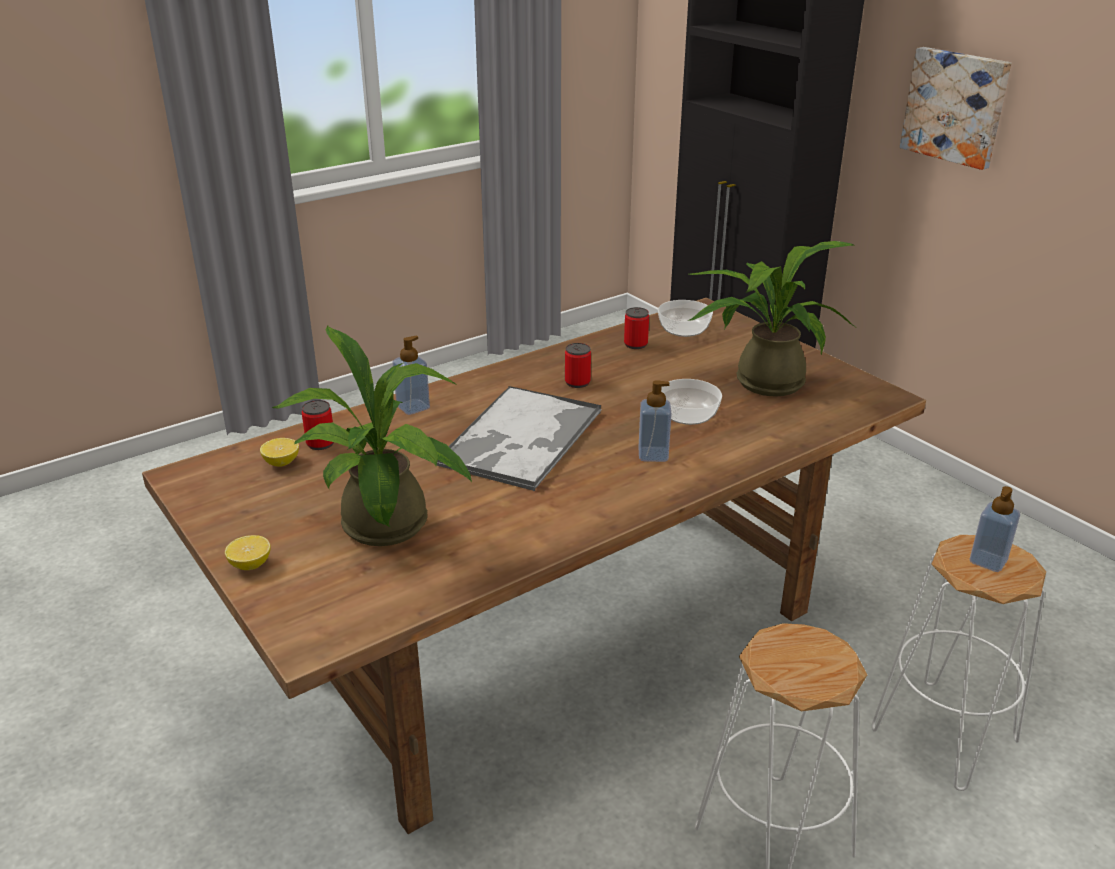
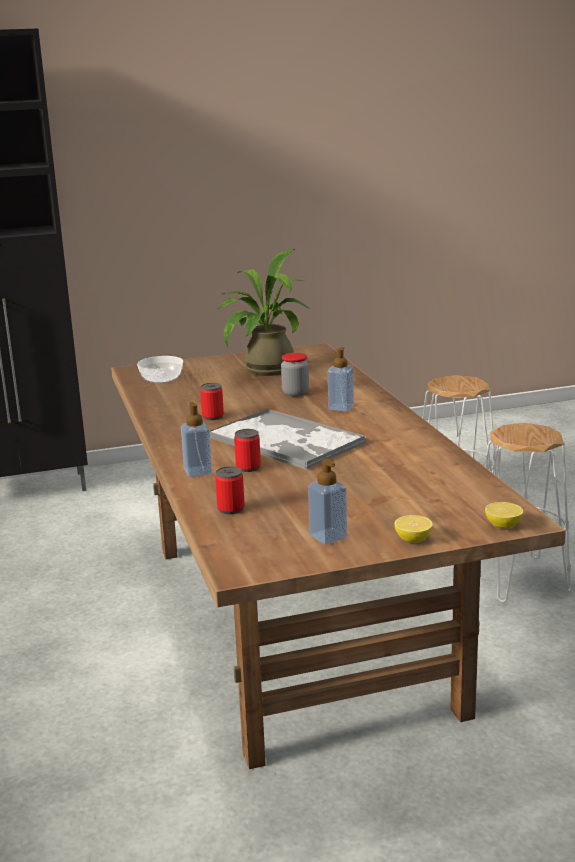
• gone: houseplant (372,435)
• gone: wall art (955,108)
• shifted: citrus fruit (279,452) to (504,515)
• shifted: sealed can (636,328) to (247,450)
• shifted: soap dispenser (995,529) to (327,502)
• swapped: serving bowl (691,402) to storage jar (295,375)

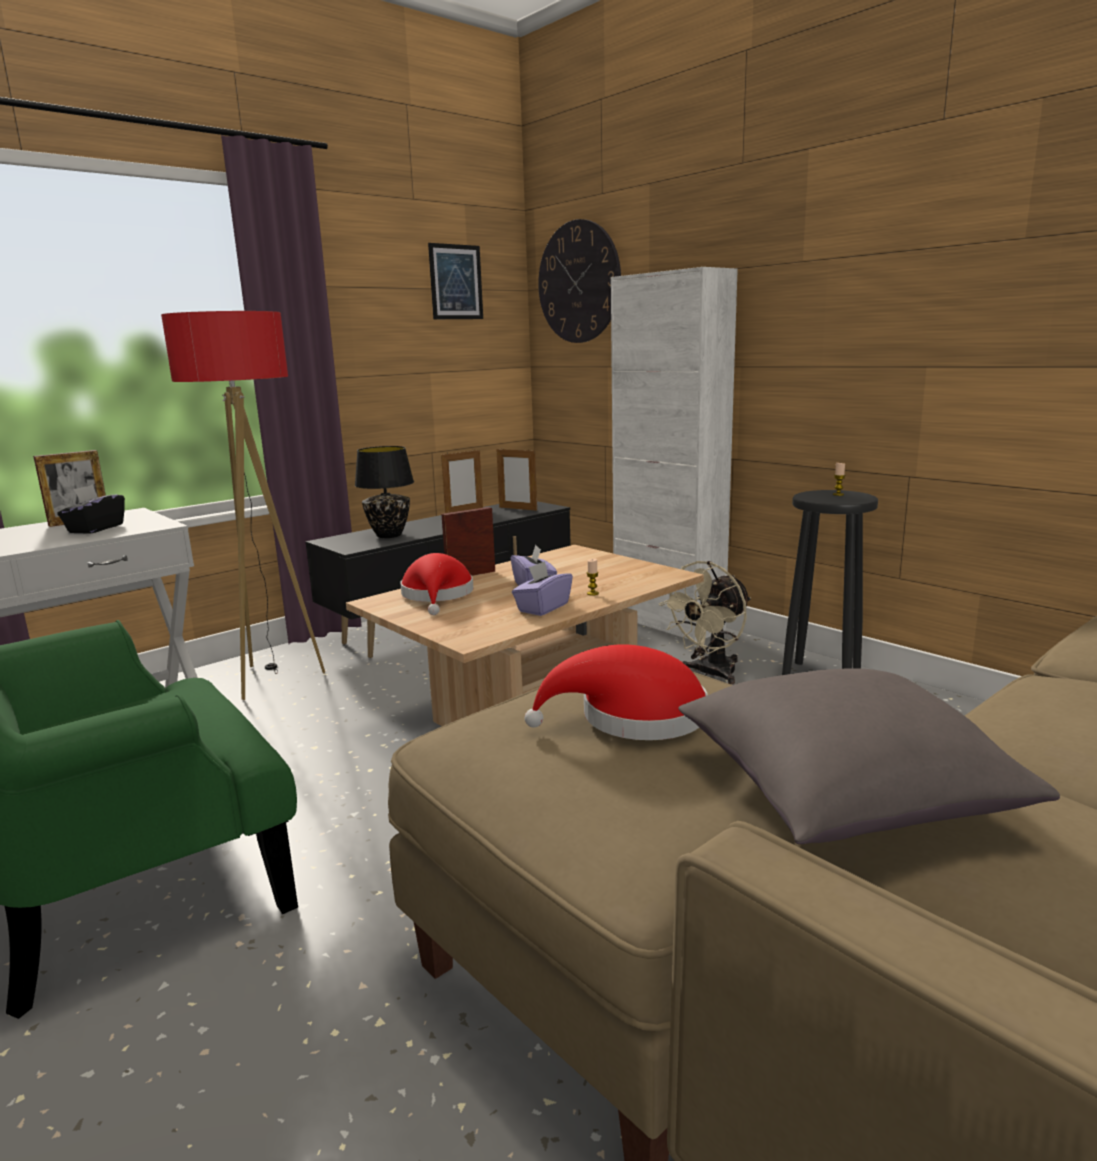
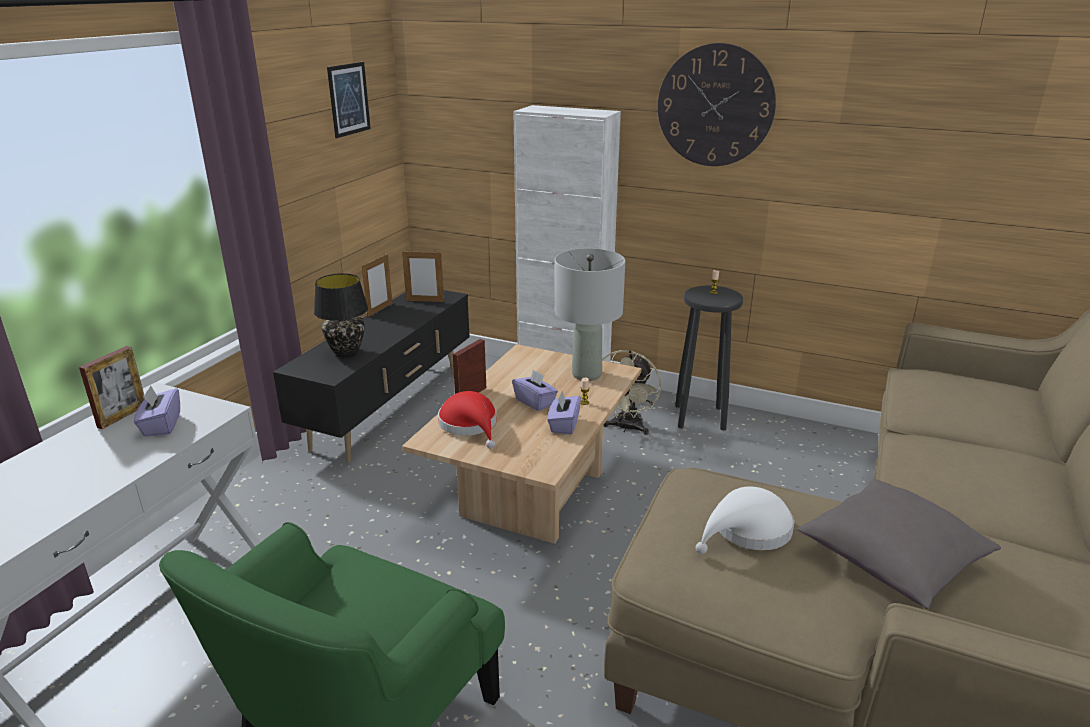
• gone: floor lamp (243,505)
• new: gray tabletop lamp (589,314)
• shifted: hanging clock (579,281) to (717,104)
• repainted: black box of tissues (91,509) to purple-coloured box of tissues (157,411)
• repainted: reddish wearable hat (616,692) to white wearable hat (745,520)

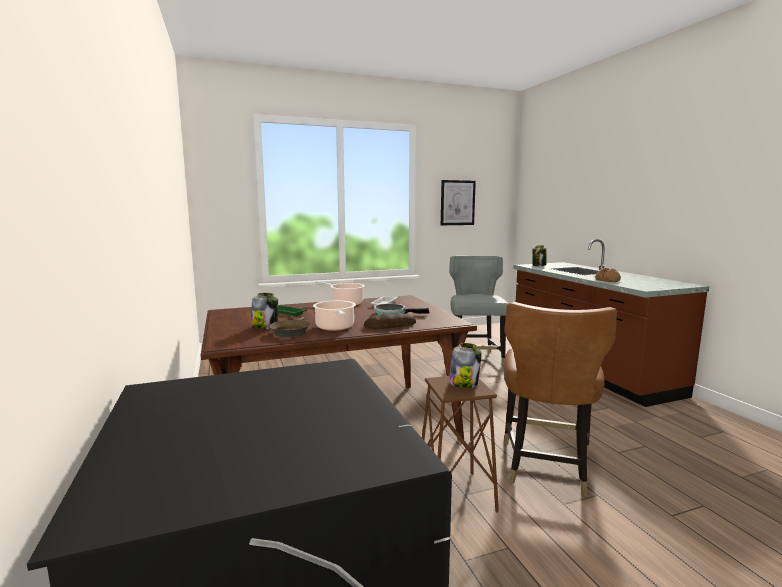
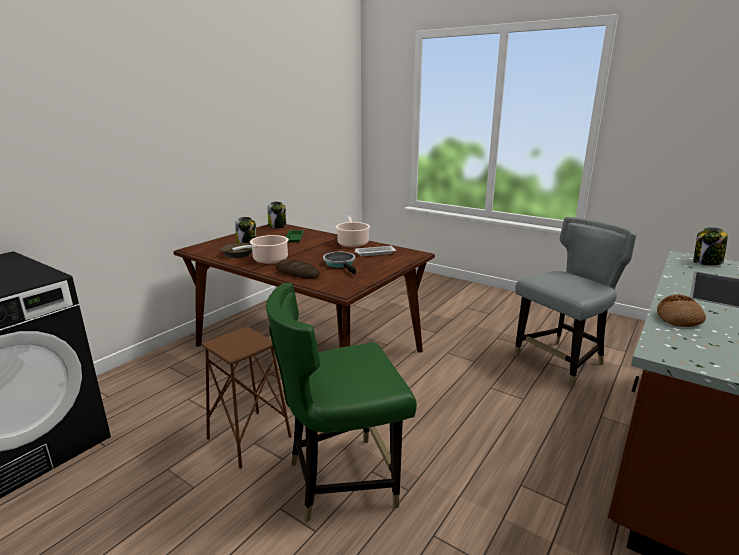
• gone: wall art (458,202)
• shifted: storage jar (465,365) to (276,215)
• repainted: brown-coloured chair (560,399) to green-coloured chair (341,403)

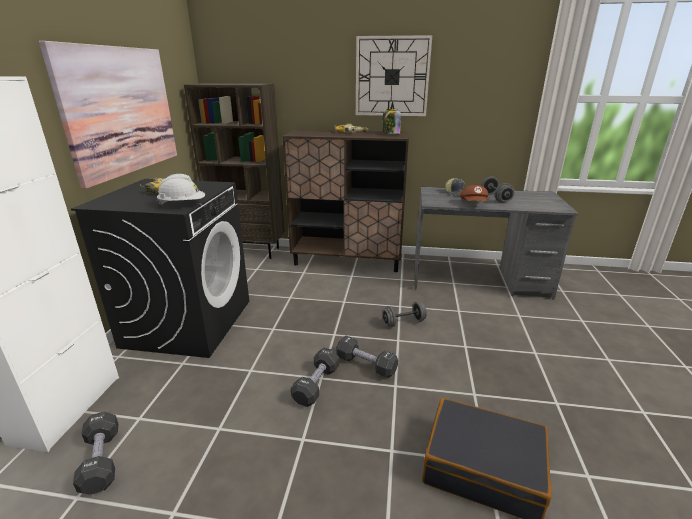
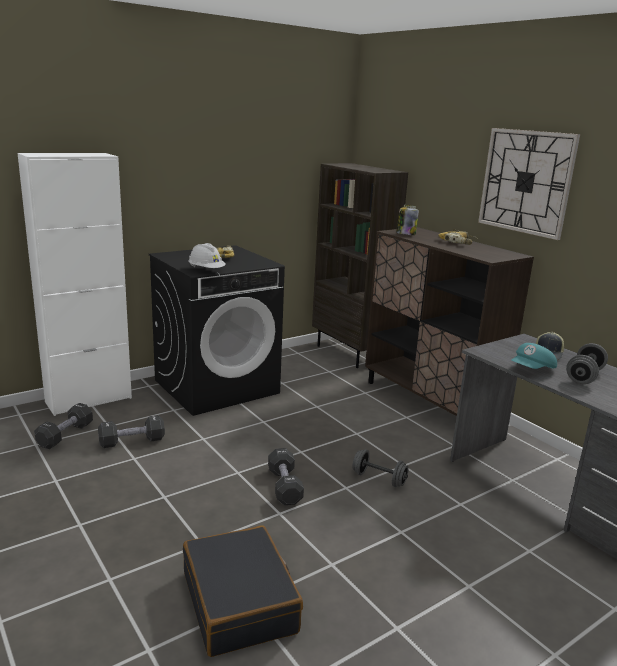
• gone: wall art (108,115)
• shifted: black dumbbell (315,377) to (131,431)
• shifted: storage jar (392,121) to (407,220)
• repainted: brown-coloured peaked cap (474,193) to turquoise-coloured peaked cap (534,356)

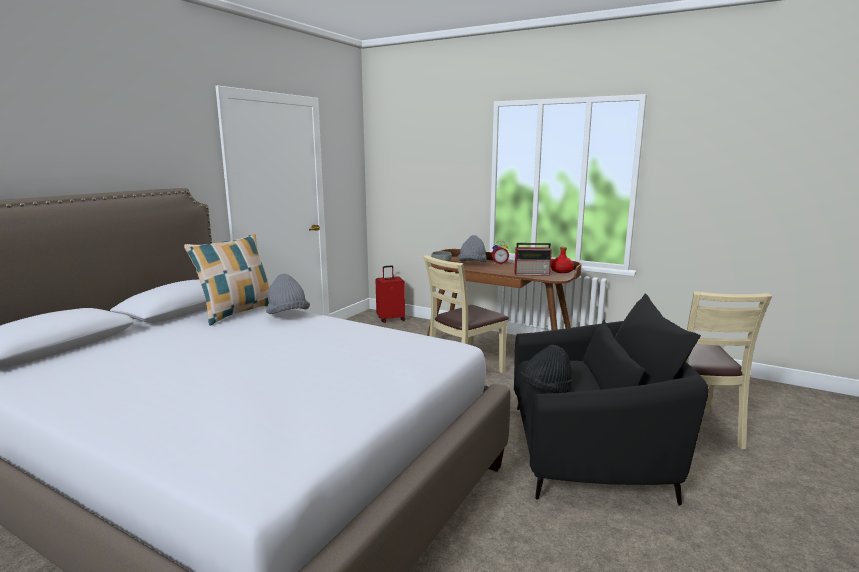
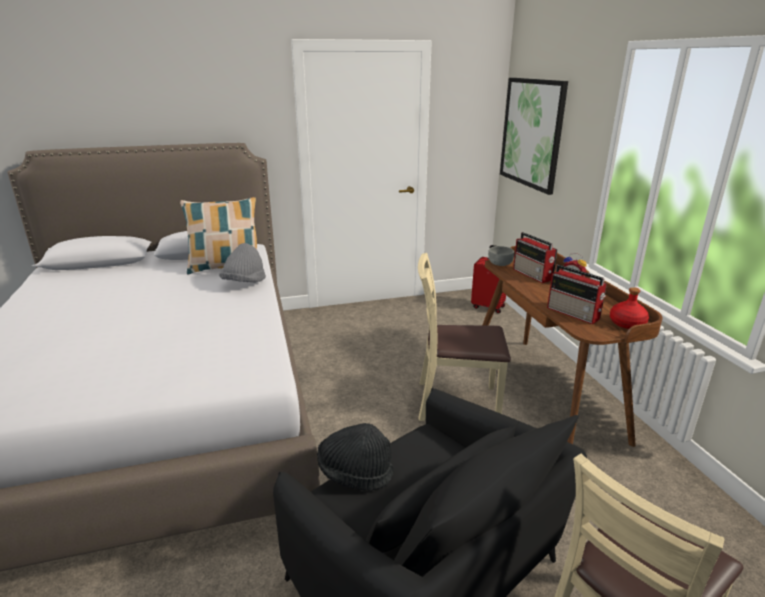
• new: wall art (534,136)
• swapped: gray wearable hat (472,249) to radio (535,257)

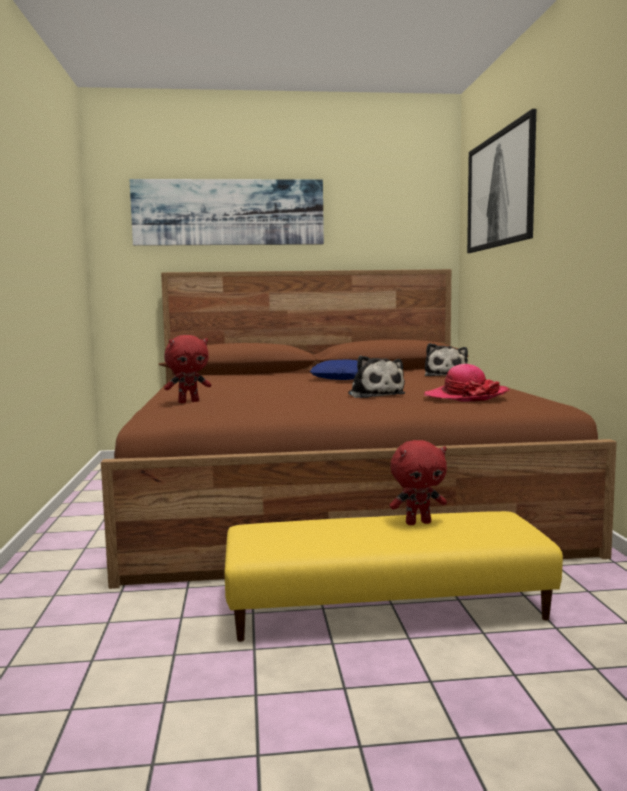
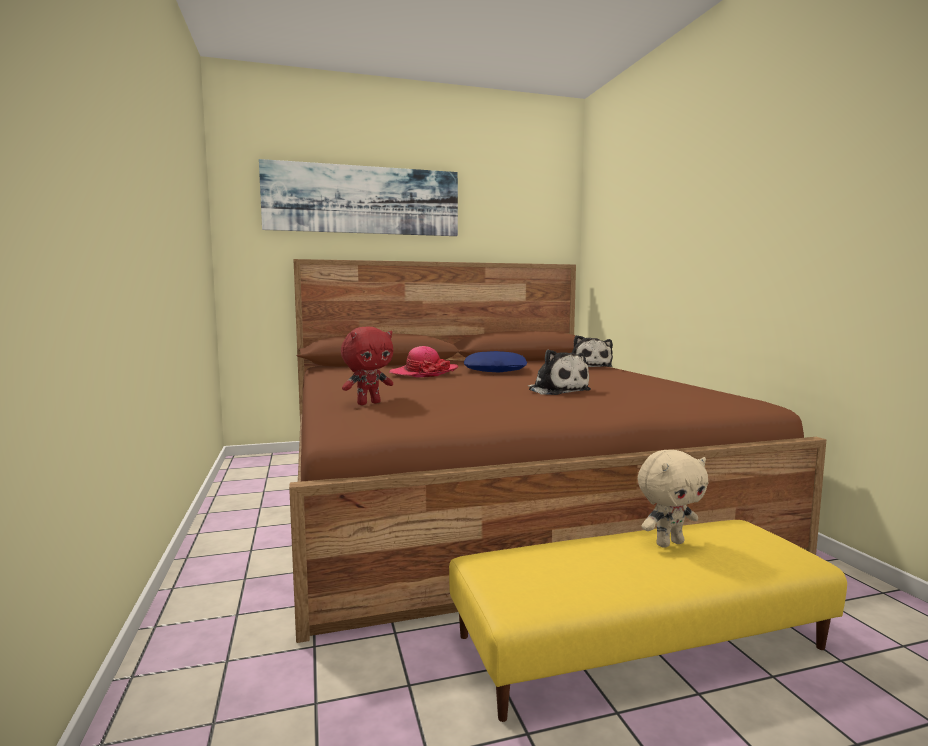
• gone: wall art (501,181)
• shifted: wearable hat (467,383) to (423,361)
• repainted: reddish soft toy (418,482) to sand-coloured soft toy (673,499)

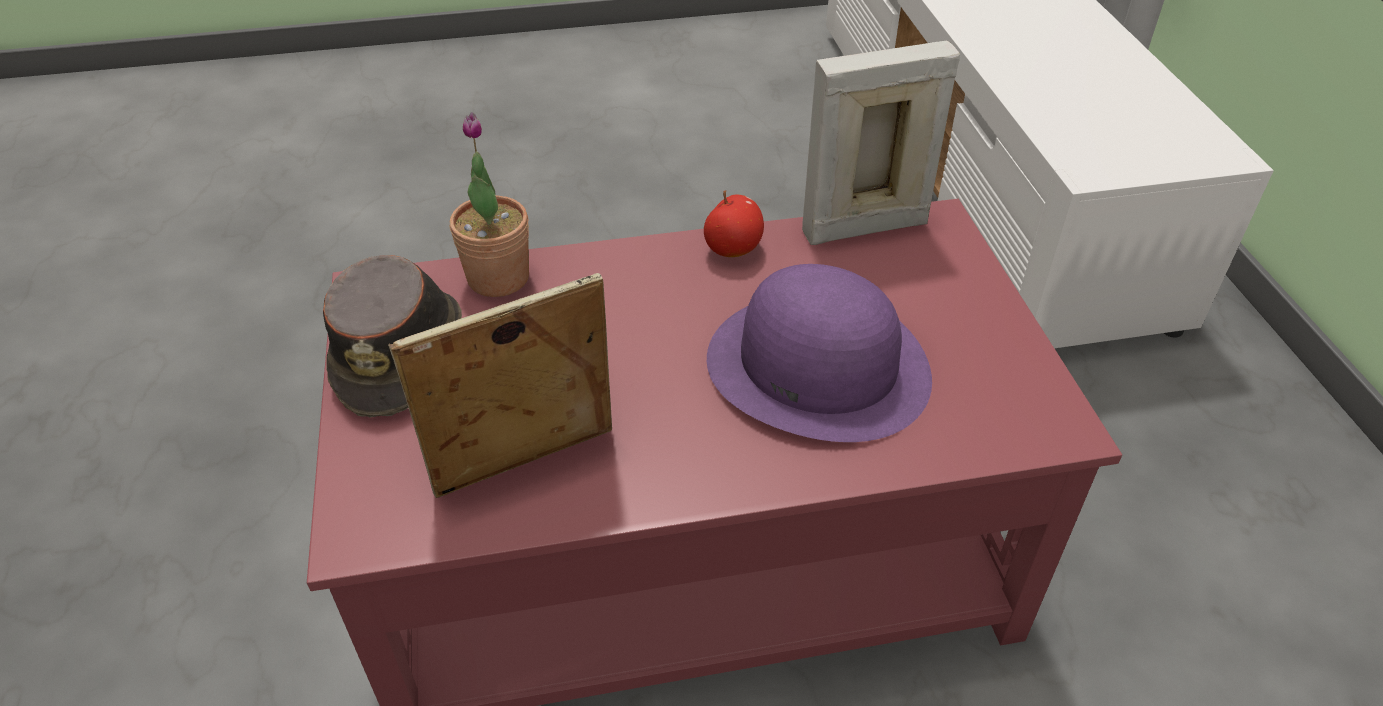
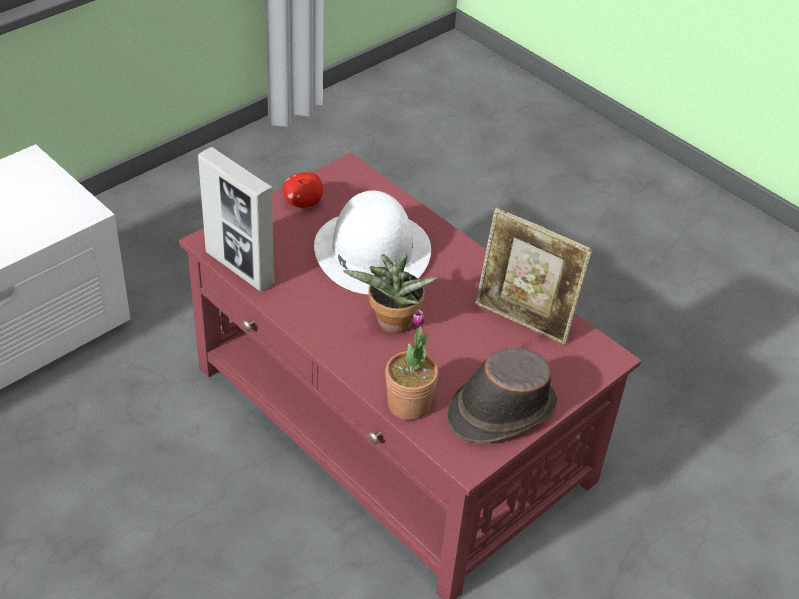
• new: houseplant (390,294)
• shifted: whole apple (734,223) to (303,190)
• repainted: purple-coloured wearable hat (819,353) to white wearable hat (372,242)

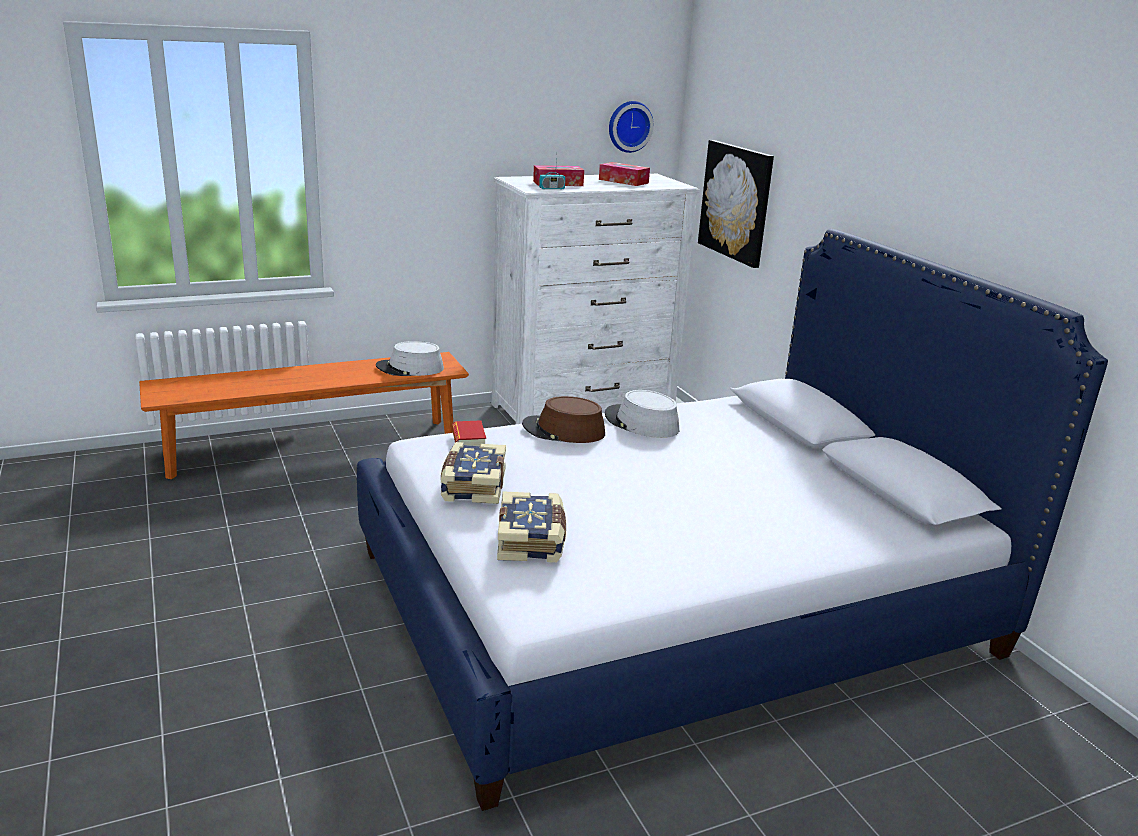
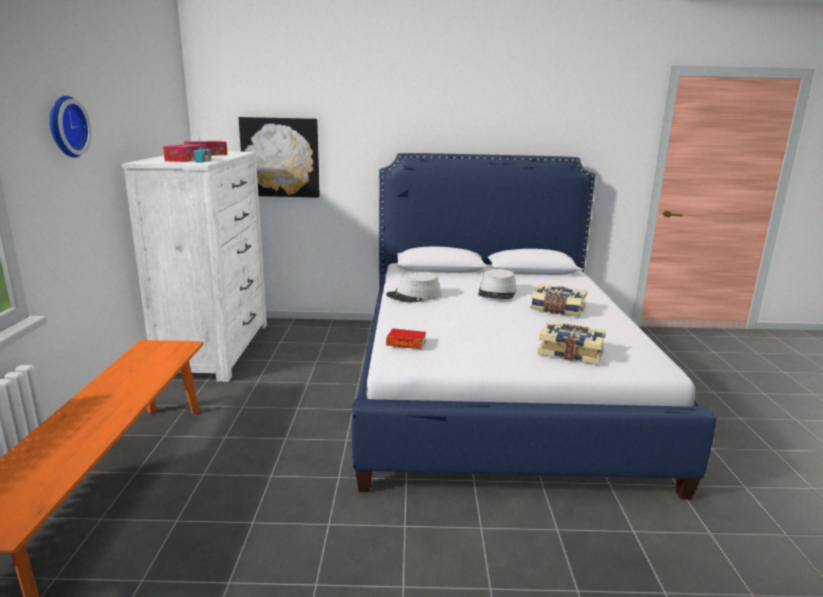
• gone: brown-coloured wearable hat (563,419)
• shifted: gray wearable hat (410,358) to (497,284)
• shifted: book (473,473) to (558,300)
• shifted: hanging clock (631,127) to (71,127)

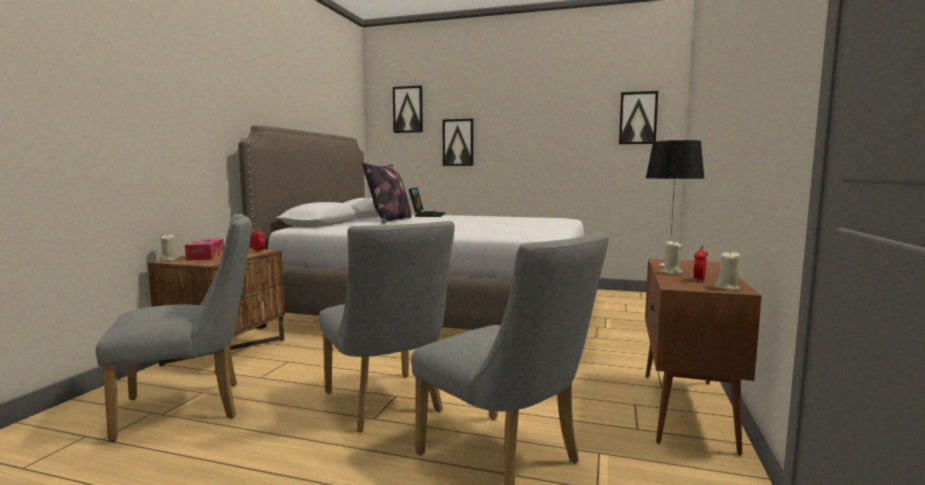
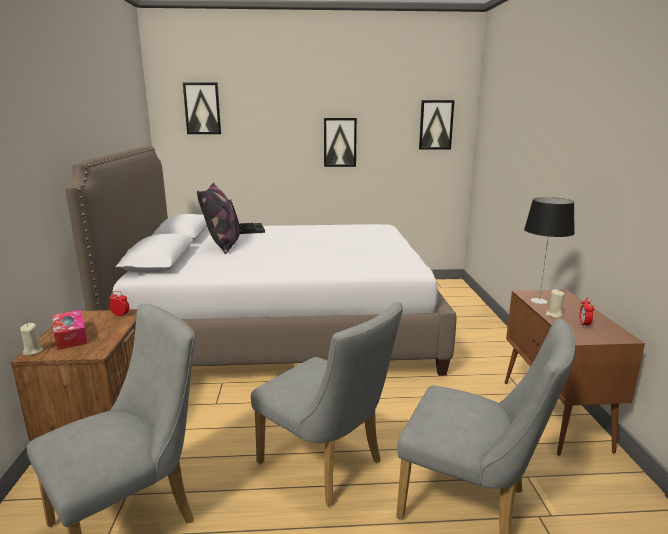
• gone: sand-coloured candle (727,270)
• shifted: wall art (458,142) to (340,142)

